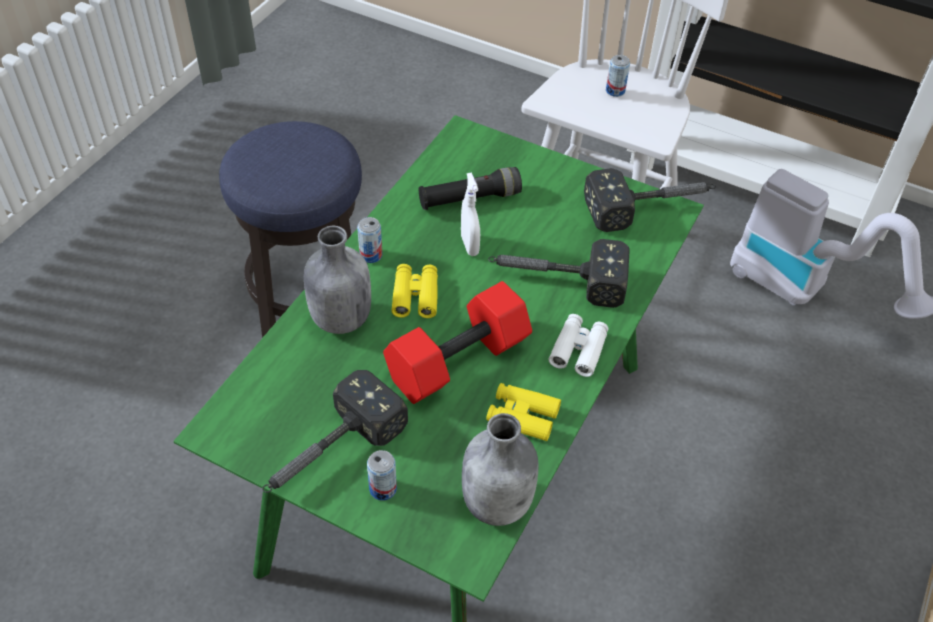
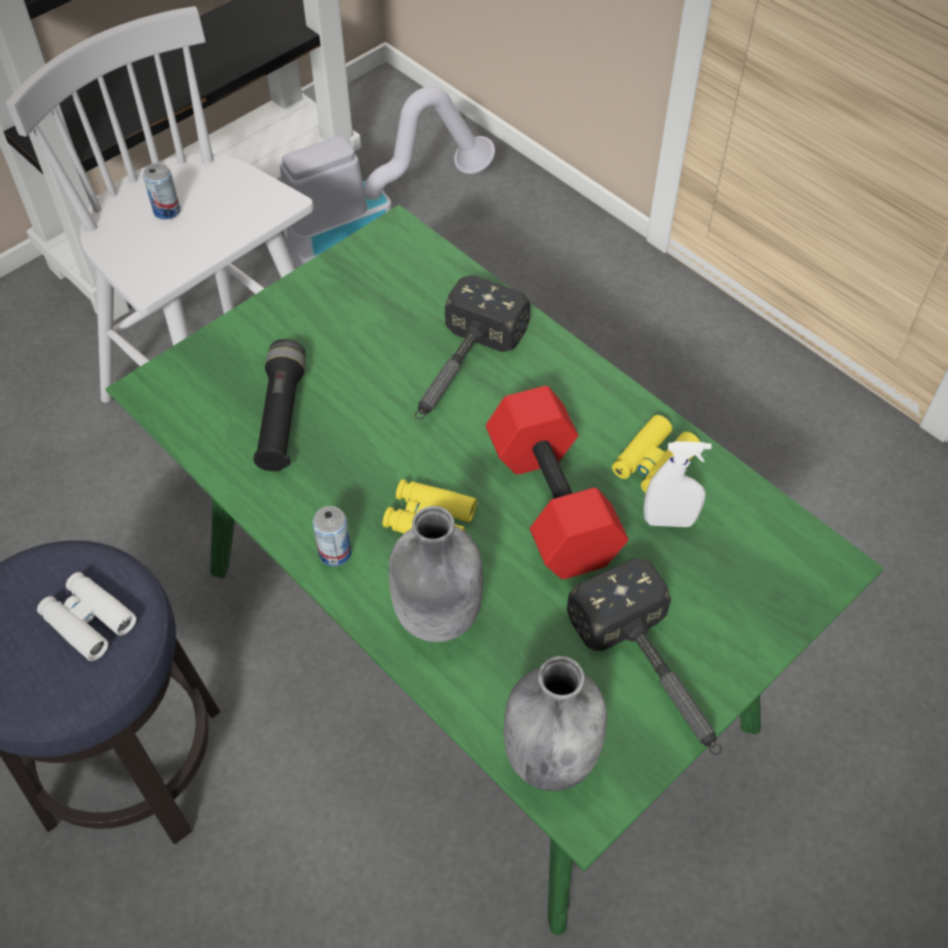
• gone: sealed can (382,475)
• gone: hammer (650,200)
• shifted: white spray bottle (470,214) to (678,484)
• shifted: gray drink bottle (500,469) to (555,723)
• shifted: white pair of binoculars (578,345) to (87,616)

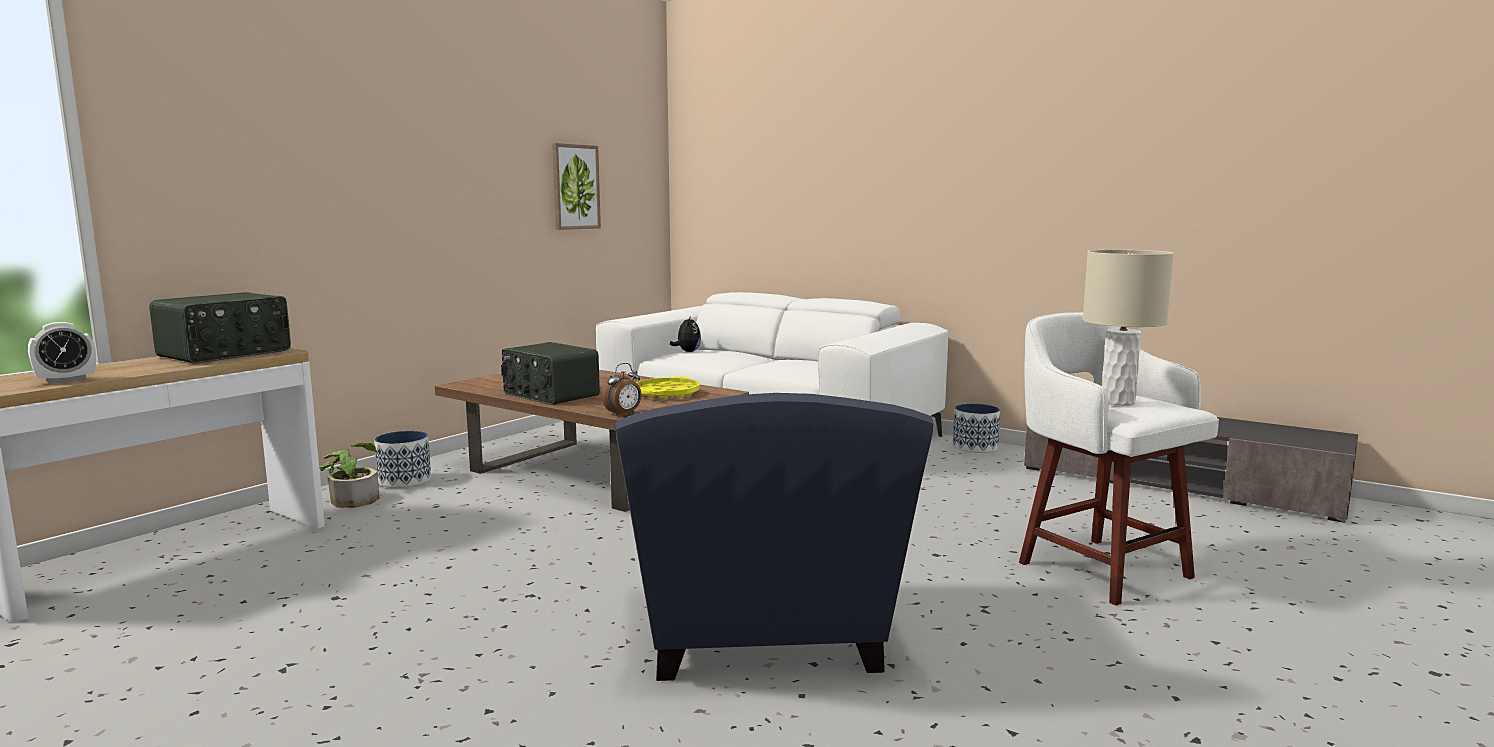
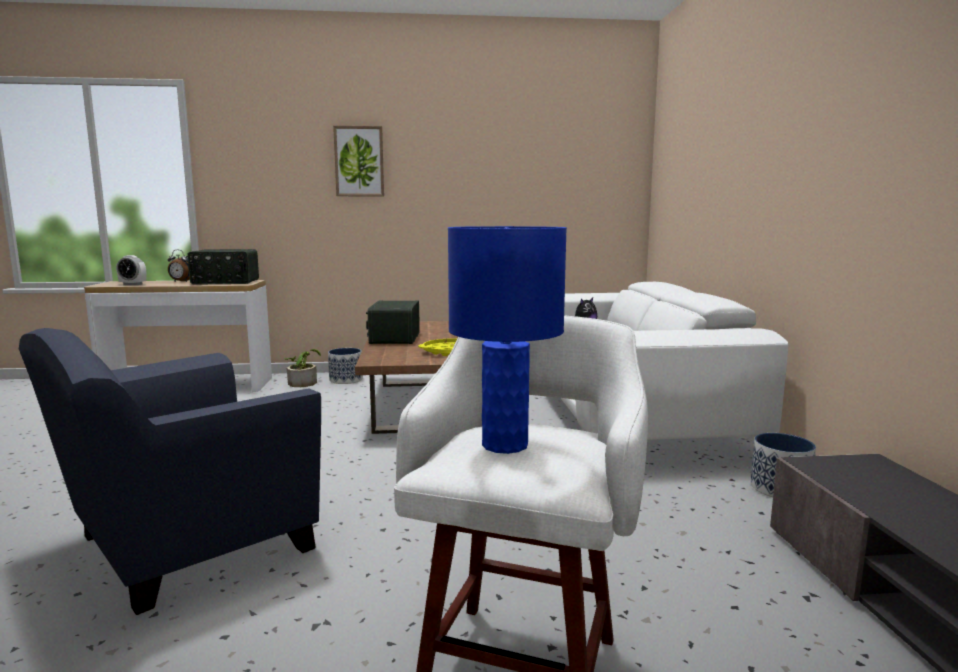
• shifted: wall art (576,186) to (358,161)
• shifted: alarm clock (621,389) to (179,266)
• repainted: sand-coloured tabletop lamp (1128,328) to blue-coloured tabletop lamp (507,340)

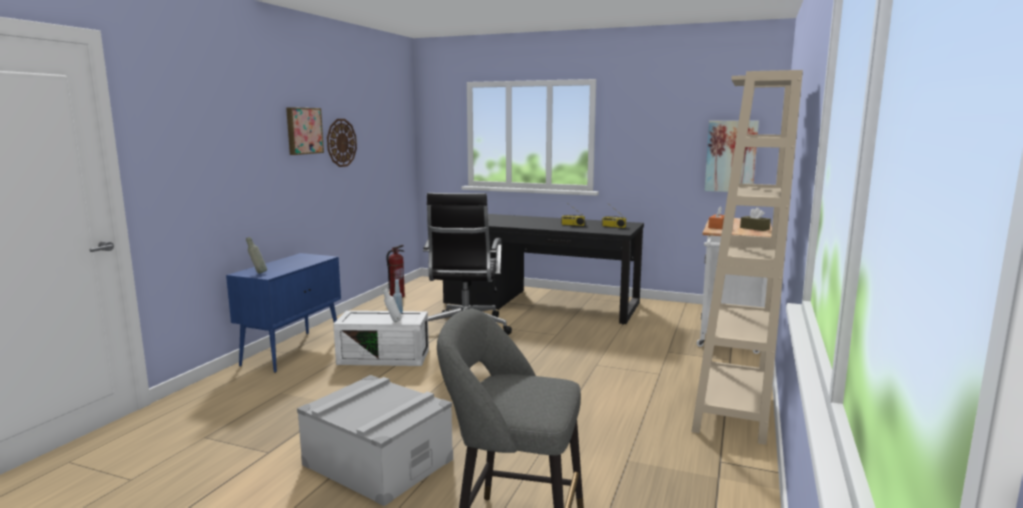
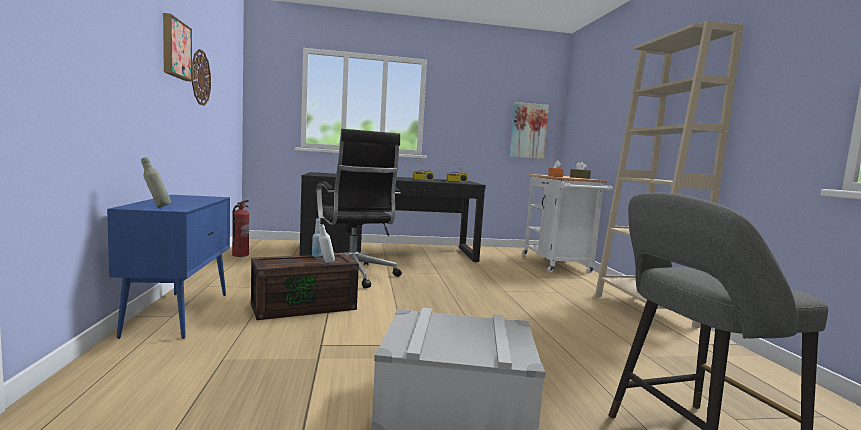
• repainted: white storage bin (381,338) to brown-coloured storage bin (305,287)

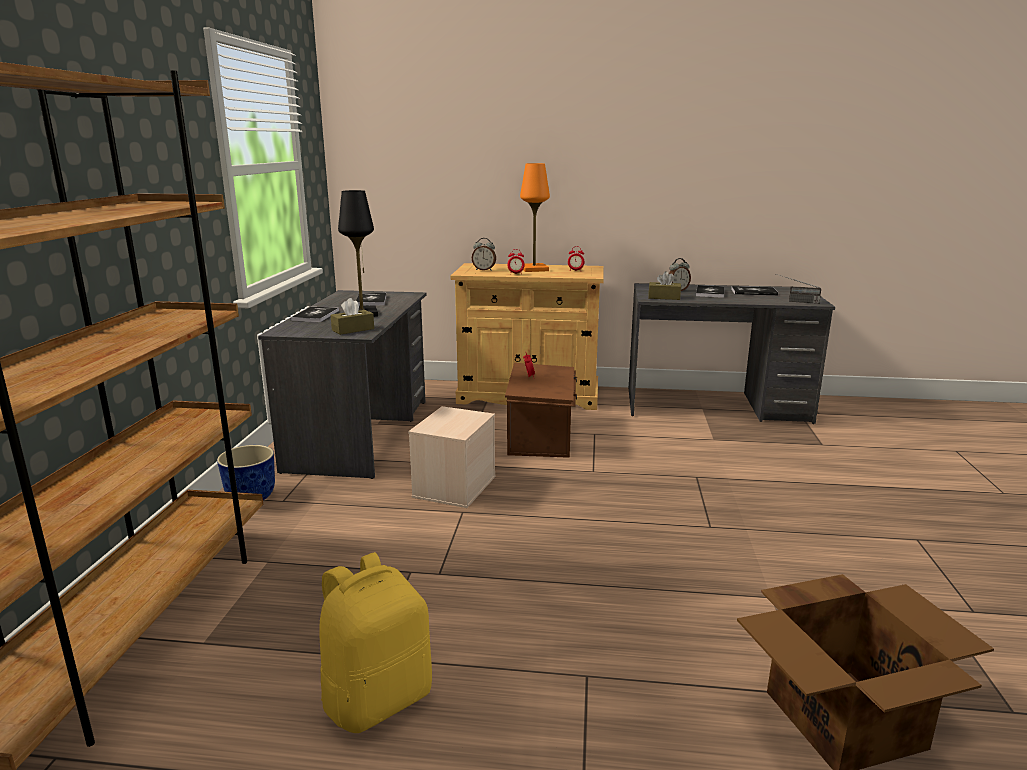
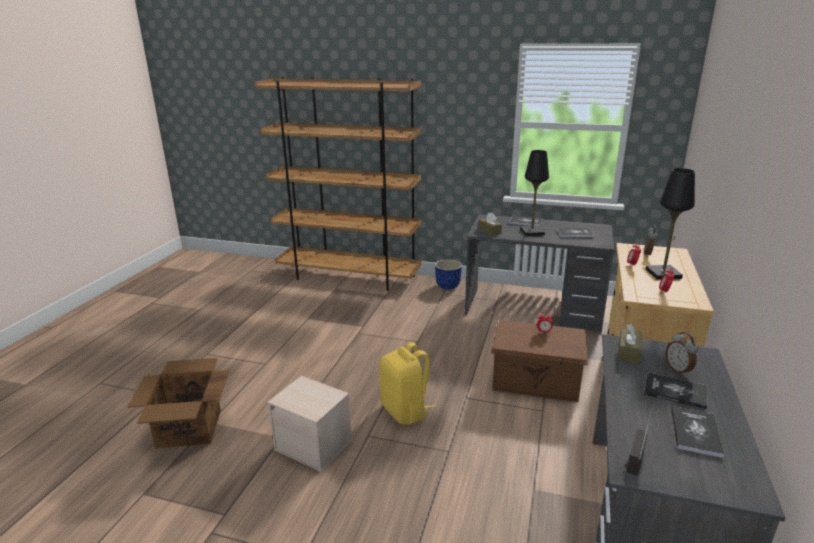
• shifted: yellow knapsack (375,642) to (407,383)
• shifted: sand-coloured storage bin (452,457) to (309,424)
• repainted: orange tabletop lamp (535,217) to black tabletop lamp (670,224)

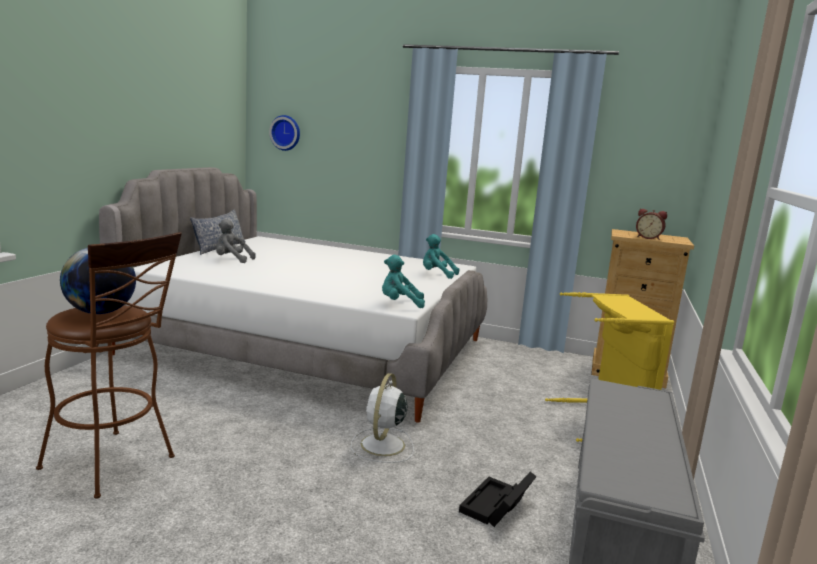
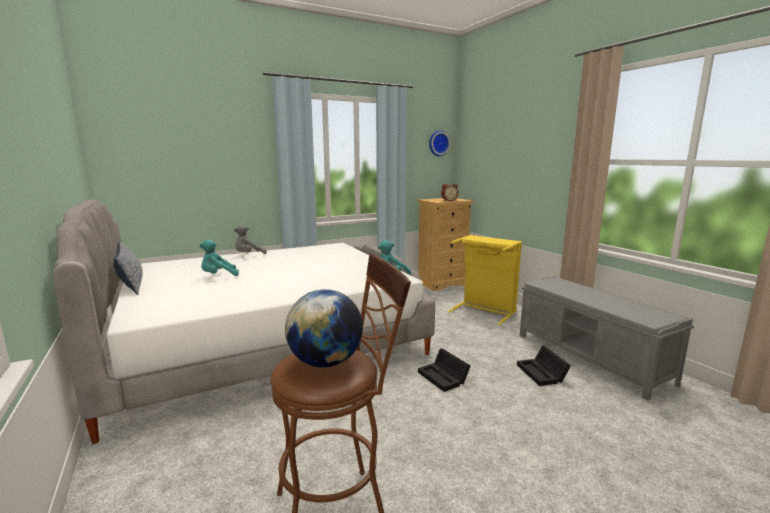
• shifted: gray soft toy (236,241) to (250,239)
• shifted: hanging clock (284,133) to (439,143)
• shifted: turquoise-coloured soft toy (441,256) to (219,257)
• swapped: white electric fan (382,418) to black storage bin (444,370)

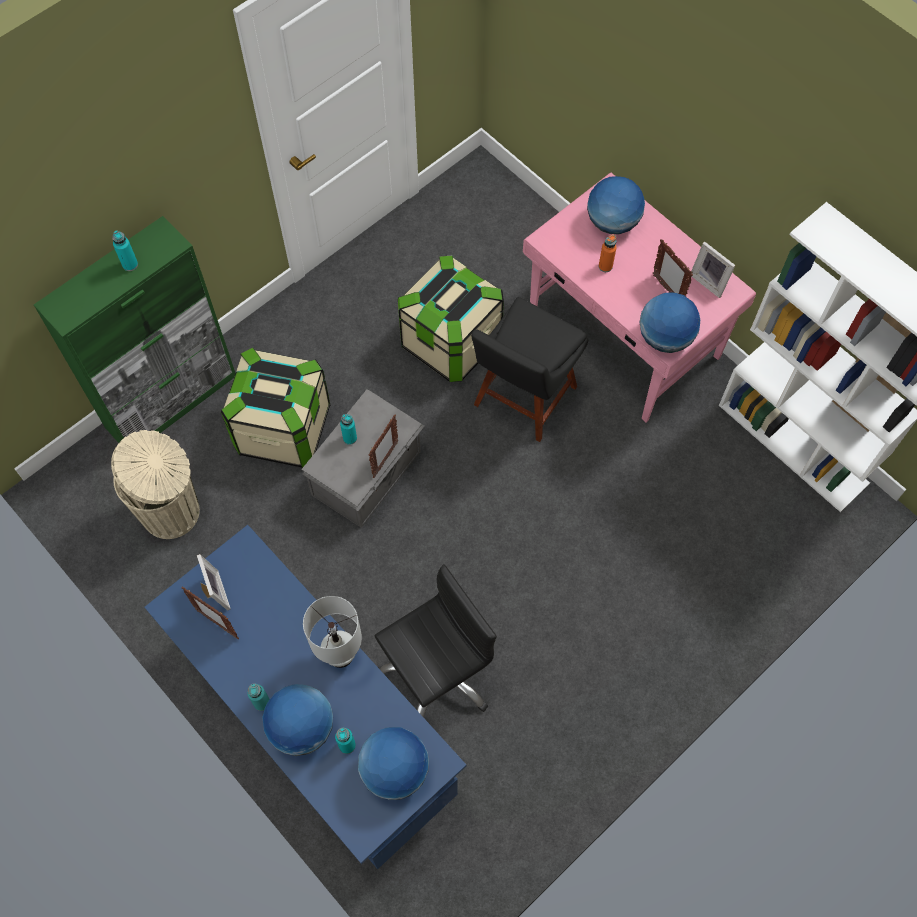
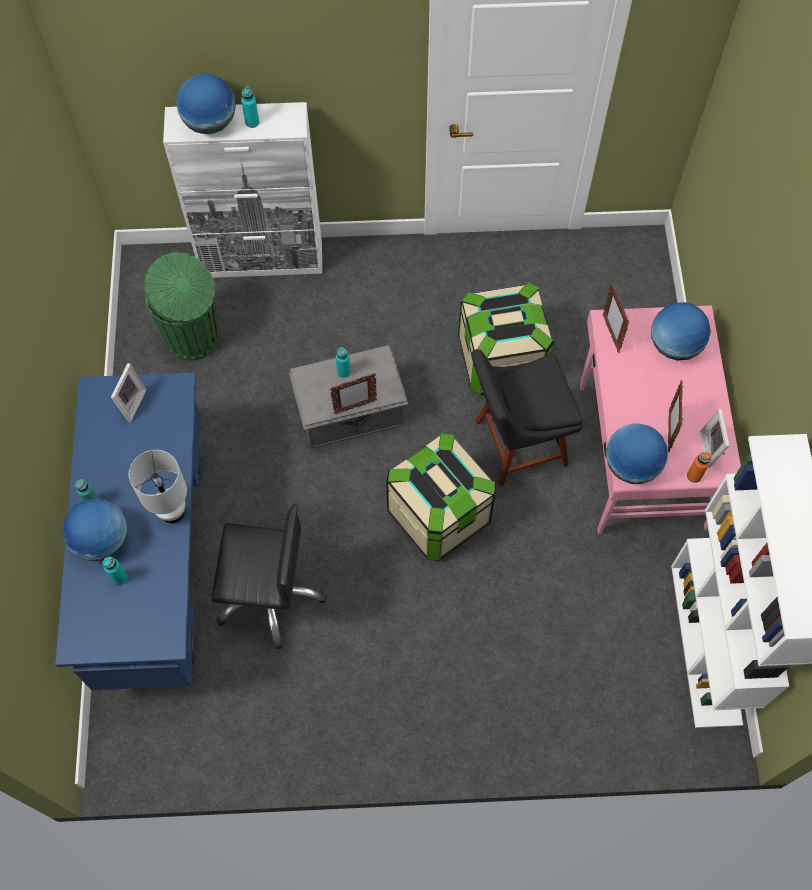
• shifted: photo frame (210,613) to (616,317)
• shifted: storage bin (275,408) to (441,497)
• shifted: world globe (393,763) to (206,103)
• shifted: orange drink bottle (608,253) to (699,467)
• repainted: green-coloured storage cabinet (135,329) to white storage cabinet (242,190)
• repainted: sand-coloured rubbish bin (155,484) to green-coloured rubbish bin (181,306)

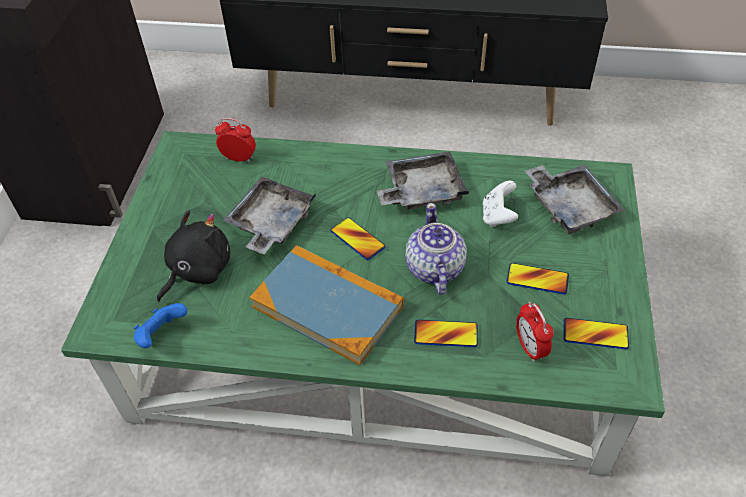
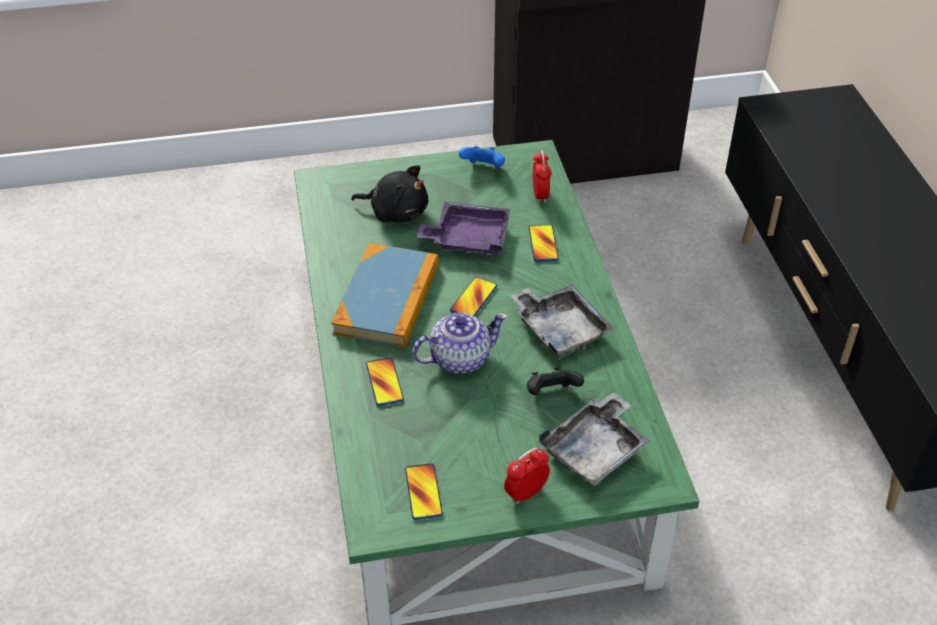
• shifted: blue-coloured gamepad (161,325) to (482,157)
• shifted: telephone (537,279) to (544,243)
• shifted: alarm clock (535,332) to (527,476)
• repainted: gray tray (269,215) to purple-coloured tray (463,228)
• repainted: white gamepad (500,204) to black gamepad (555,381)

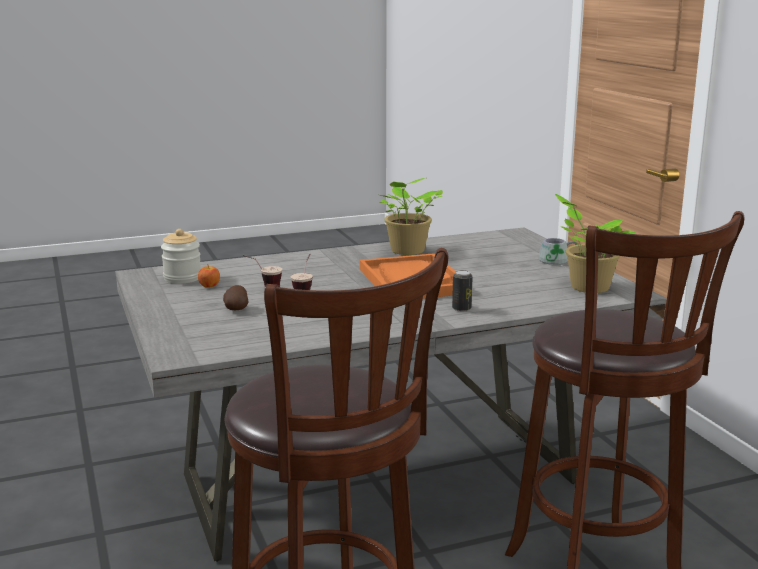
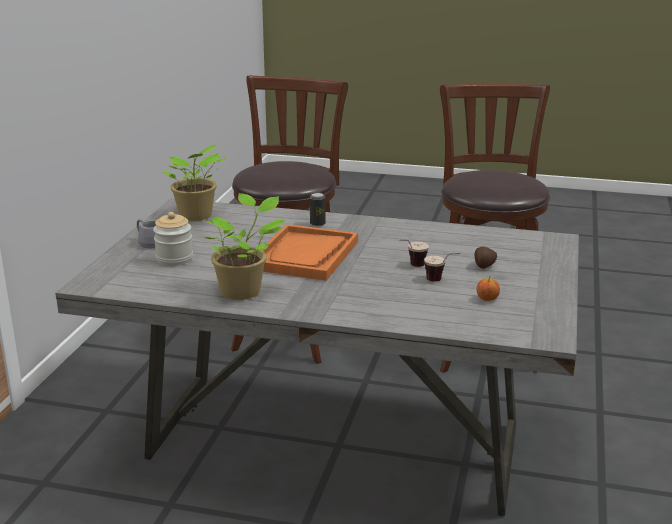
• shifted: storage jar (181,256) to (173,239)

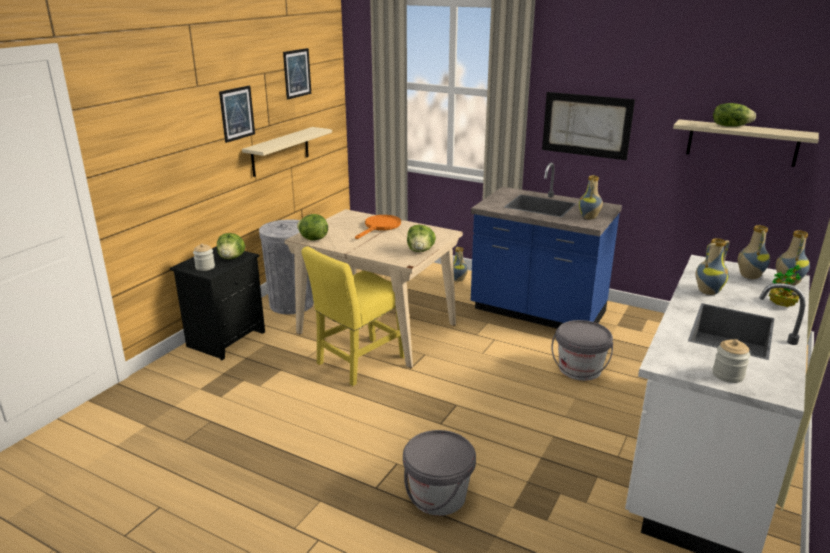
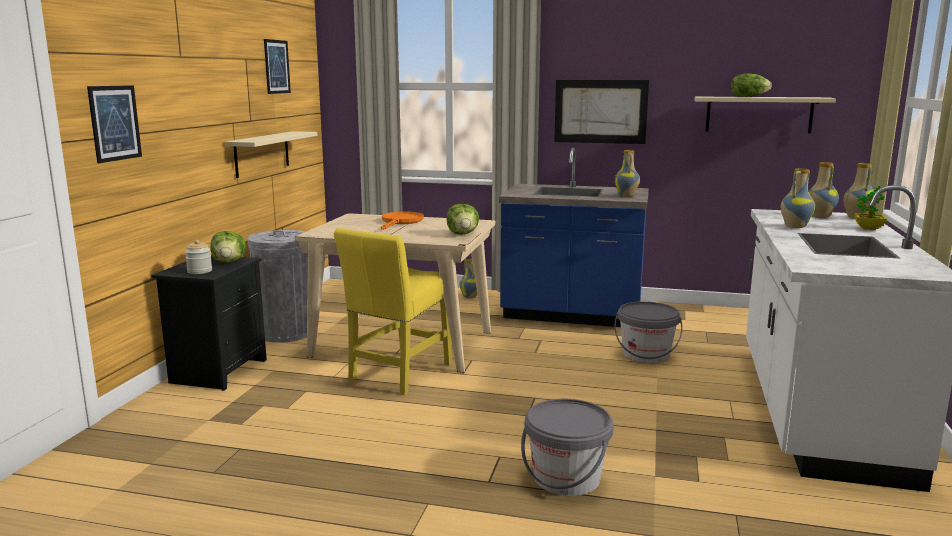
• gone: head of lettuce (312,227)
• gone: storage jar (731,361)
• shifted: wall art (237,114) to (114,124)

